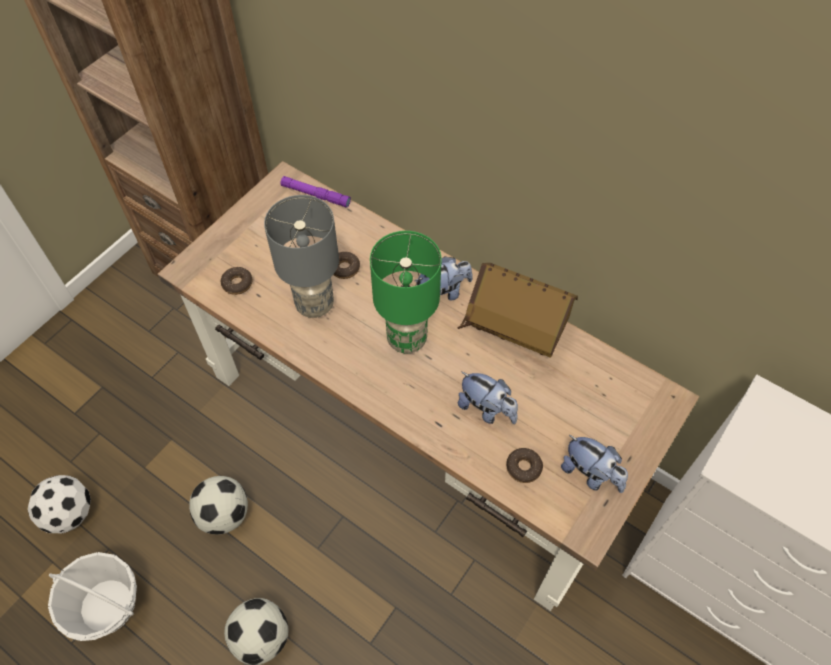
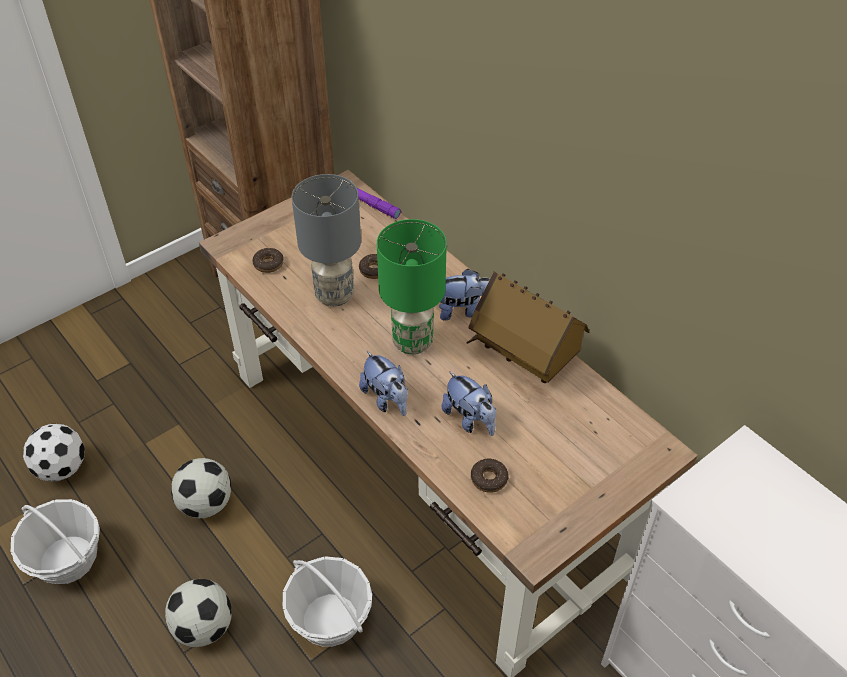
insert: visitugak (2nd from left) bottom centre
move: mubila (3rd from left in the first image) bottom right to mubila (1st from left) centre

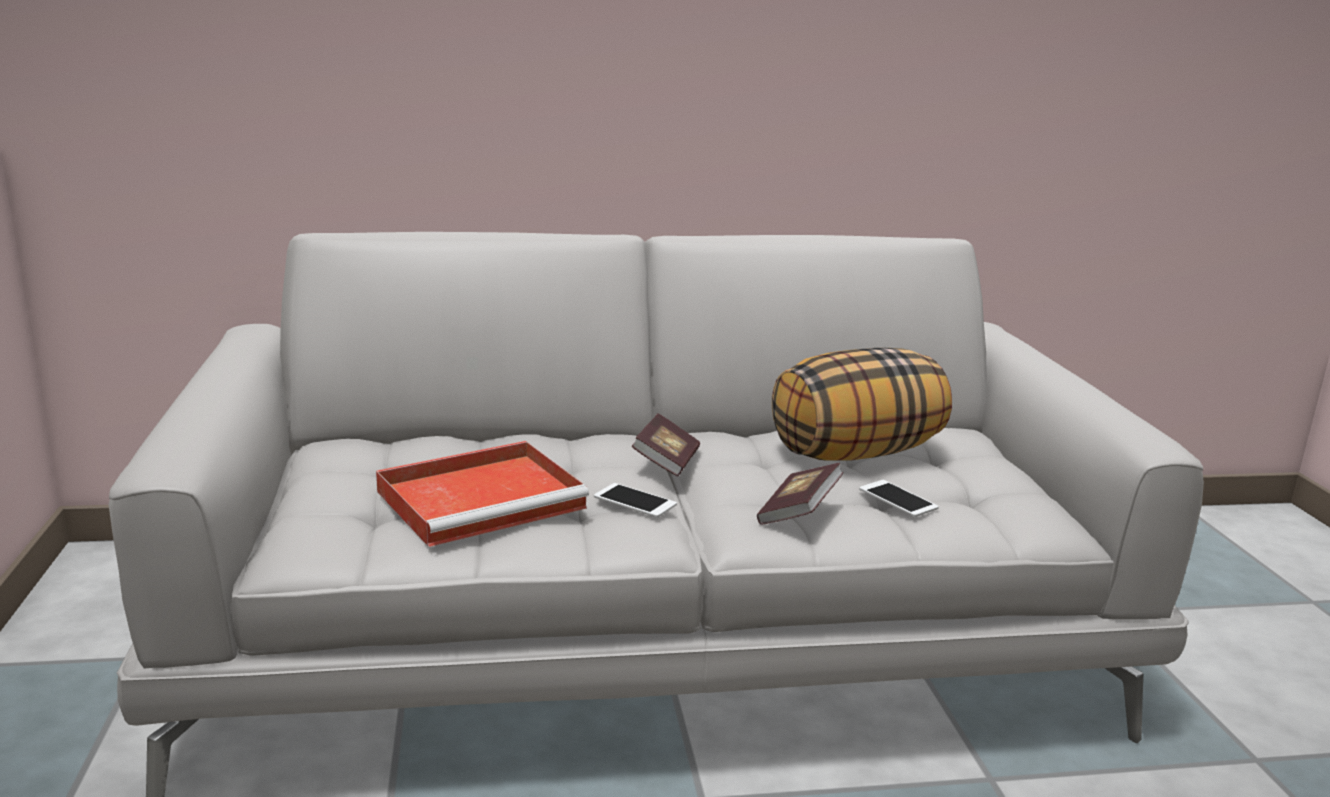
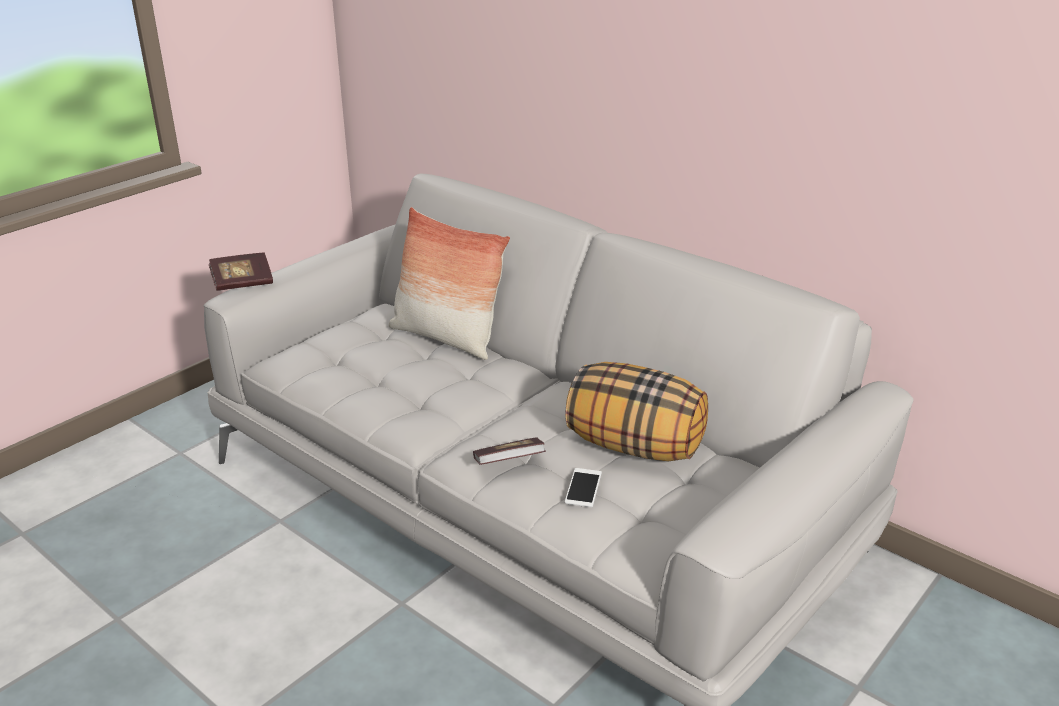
delete: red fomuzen centre; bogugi (1st from left) centre
insert: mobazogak (1st from left) centre
move: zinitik (1st from left) centre to middle left

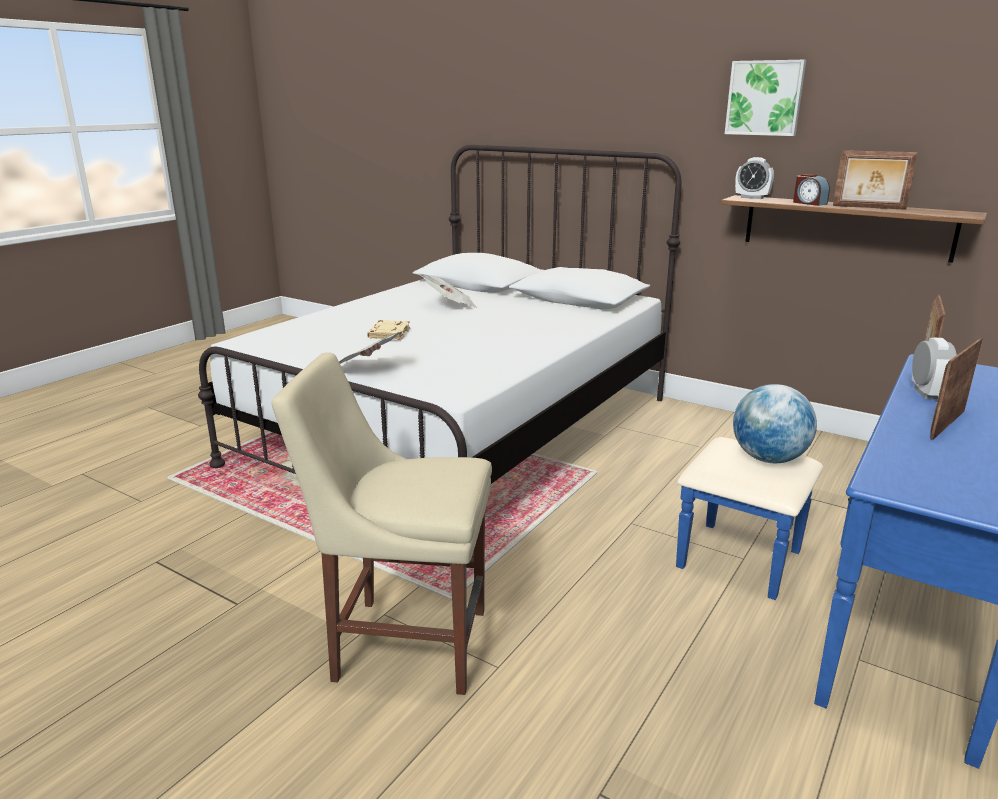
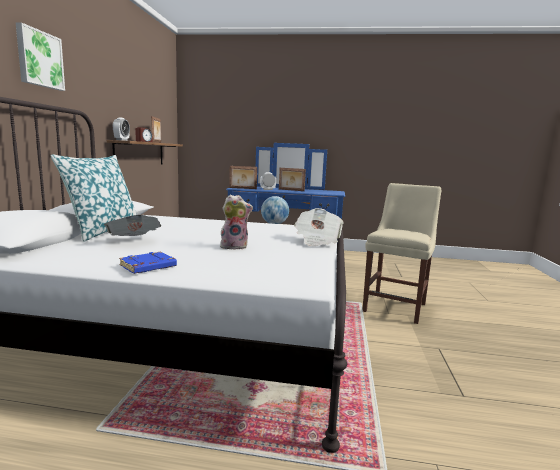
insert: mobazogak middle left; blue zinitik middle left
move: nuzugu top right to top left
replace: beige zinitik centre to mubila centre
rotate: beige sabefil centre = middle right 135 degrees counterclockwise

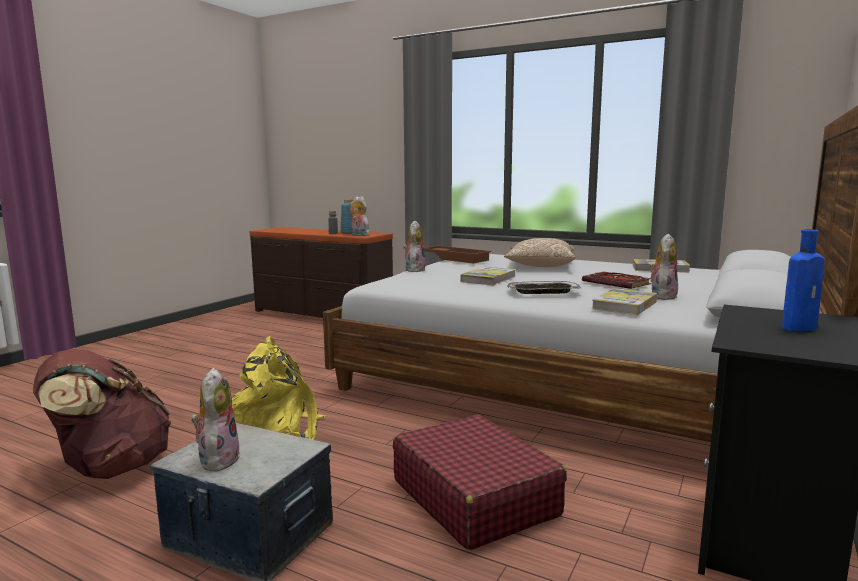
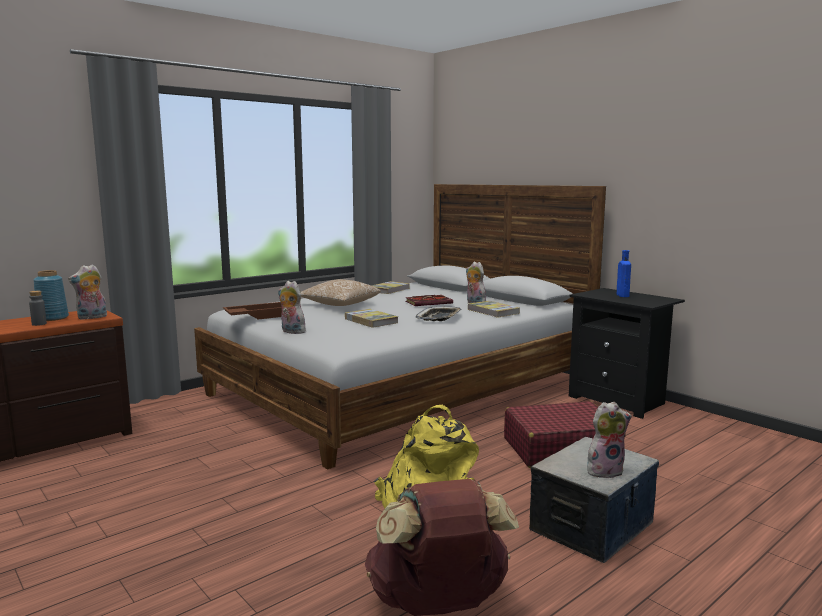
rotate: mubila (1st from left in the first image) bottom left = bottom right 150 degrees clockwise

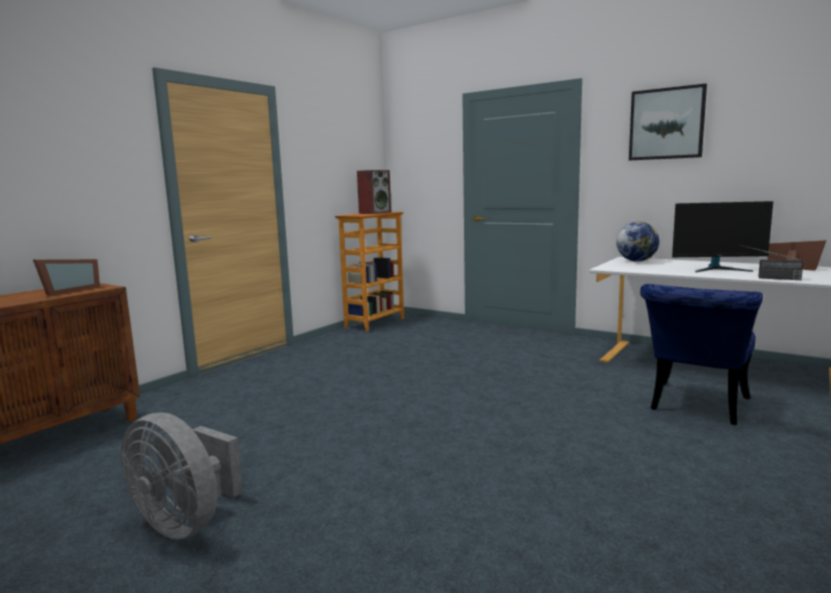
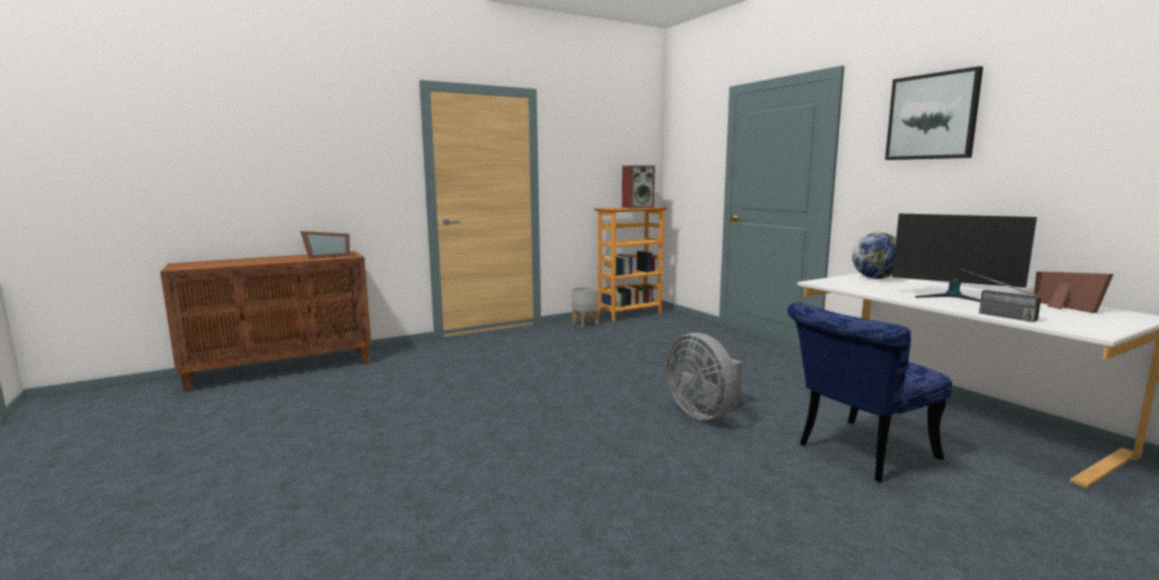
insert: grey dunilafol centre
move: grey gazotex bottom left to centre

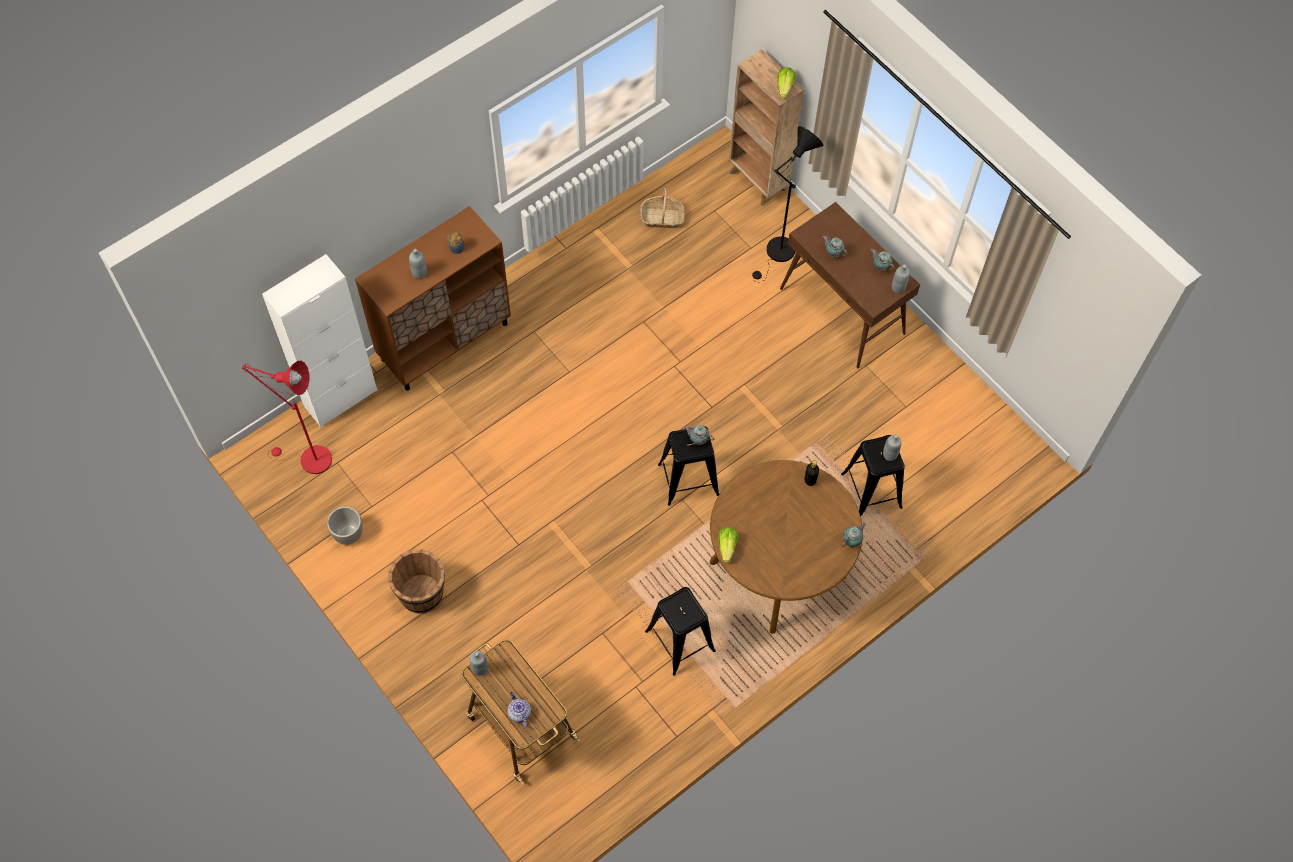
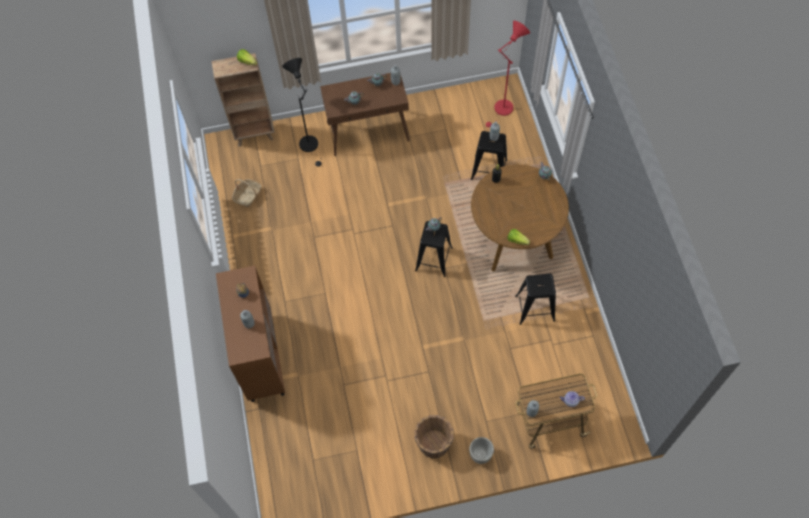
delete: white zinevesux middle left
move: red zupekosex middle left to top centre; grey dunilafol middle left to bottom centre

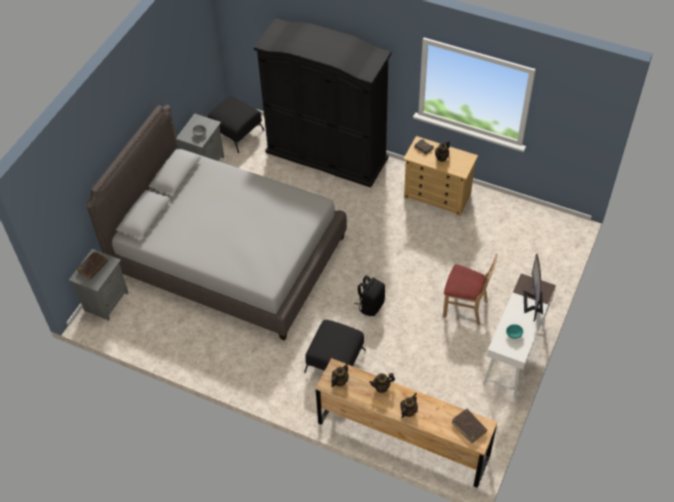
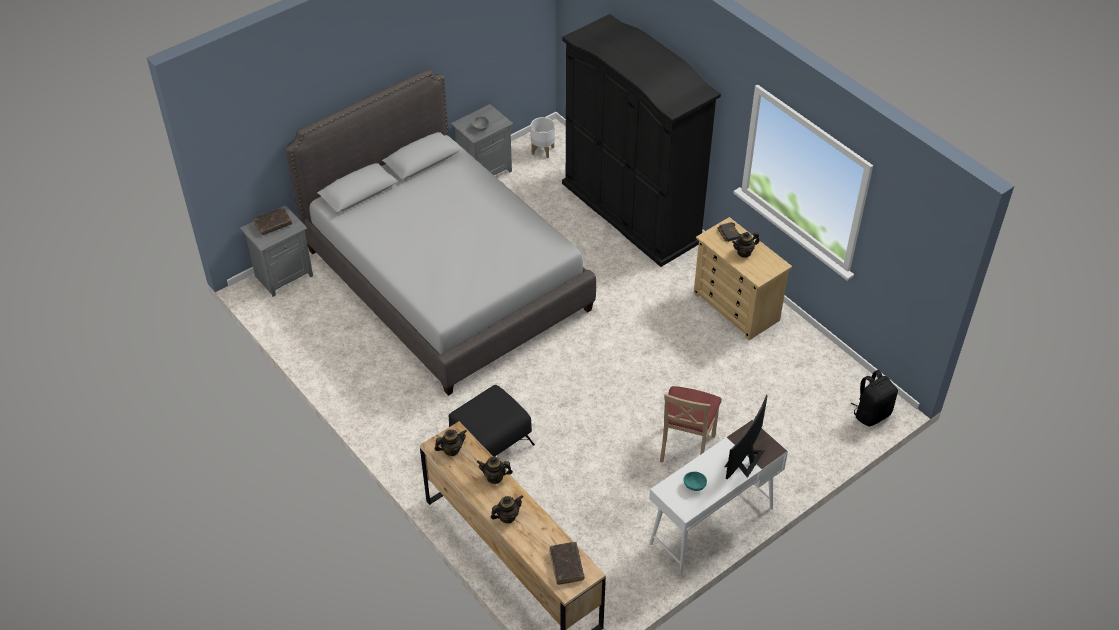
move: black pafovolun centre to middle right
replace: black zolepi (1st from left) top centre to white dunilafol top centre
rotate: beige sabefil middle right = bottom centre 60 degrees clockwise

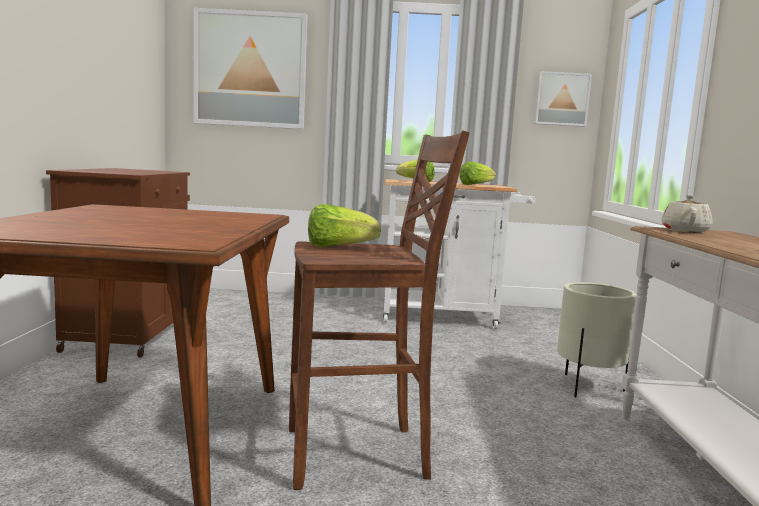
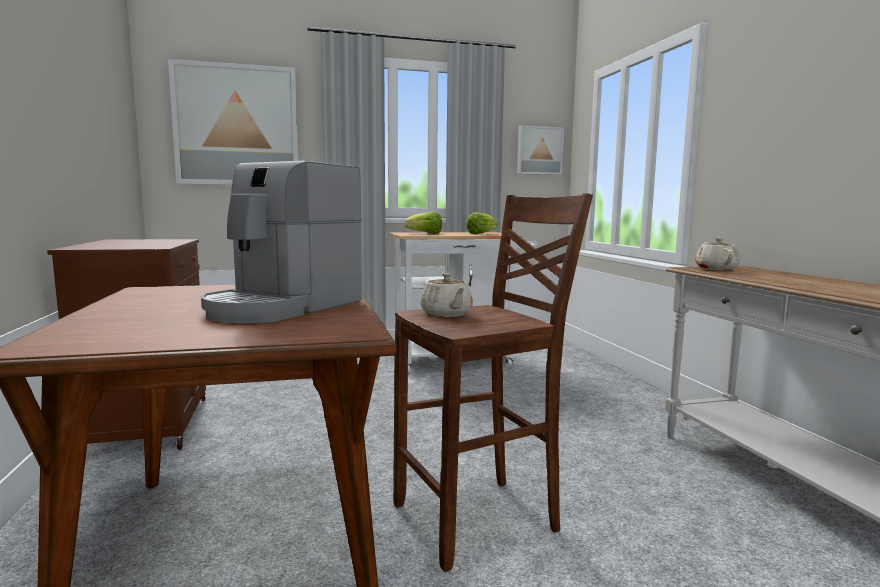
delete: beige dunilafol bottom right
insert: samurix middle left
replace: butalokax (1st from left) centre to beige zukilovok (1st from left) centre

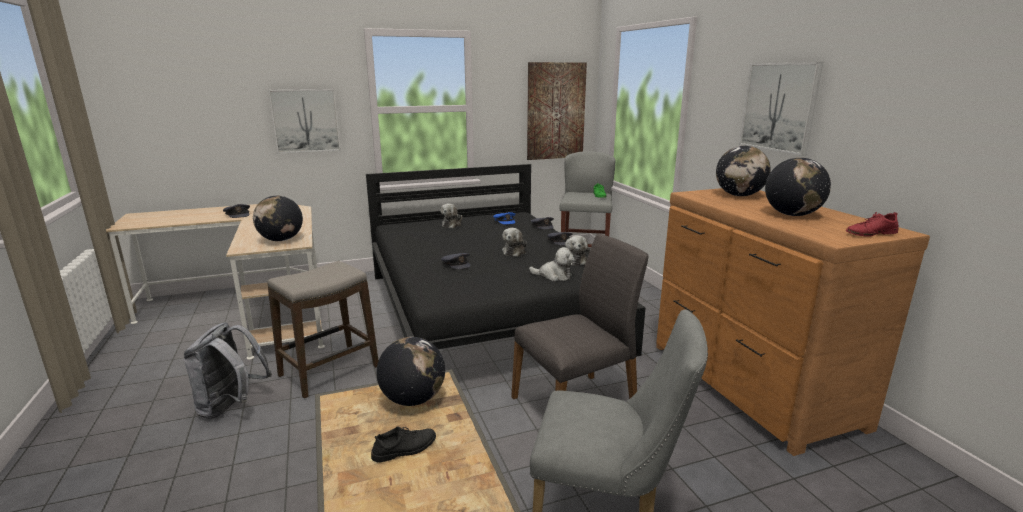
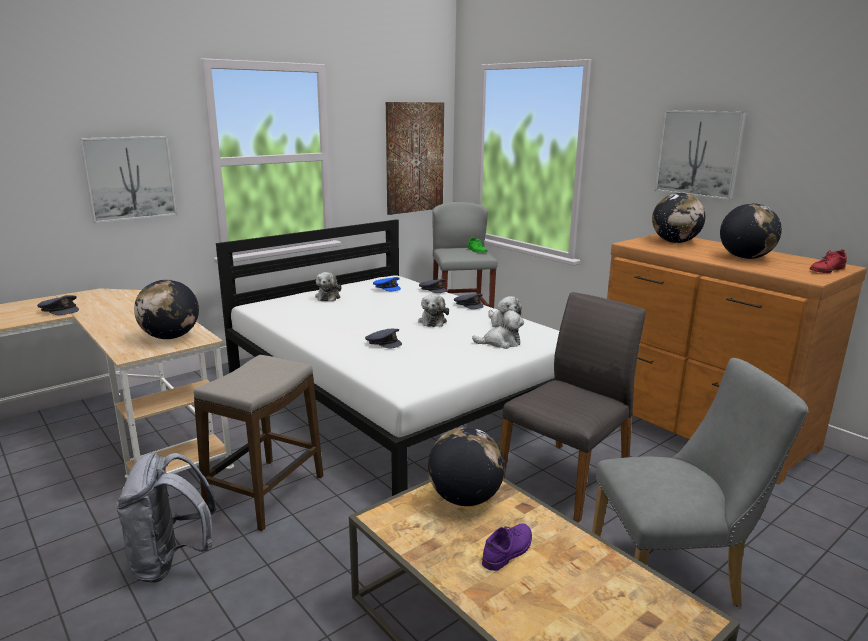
recolor: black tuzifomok centre to white tuzifomok centre; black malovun bottom centre to purple malovun bottom centre

